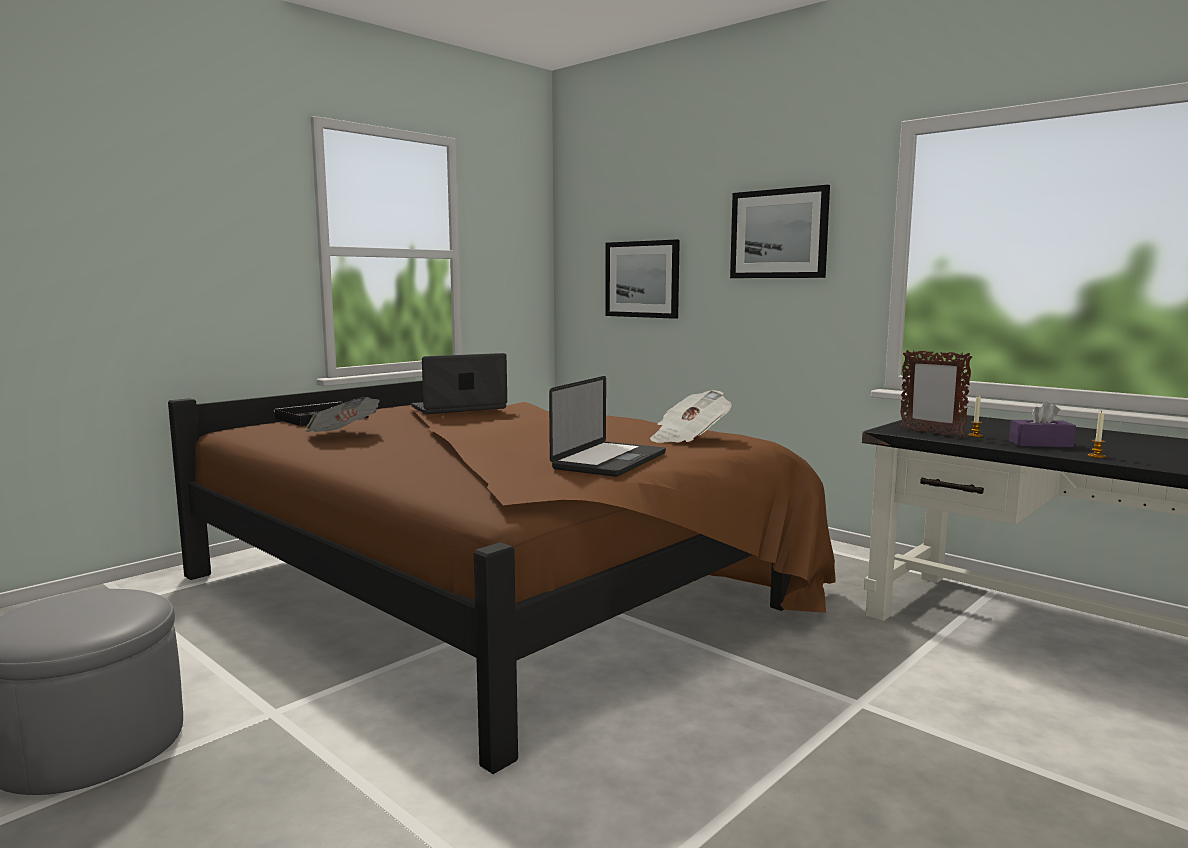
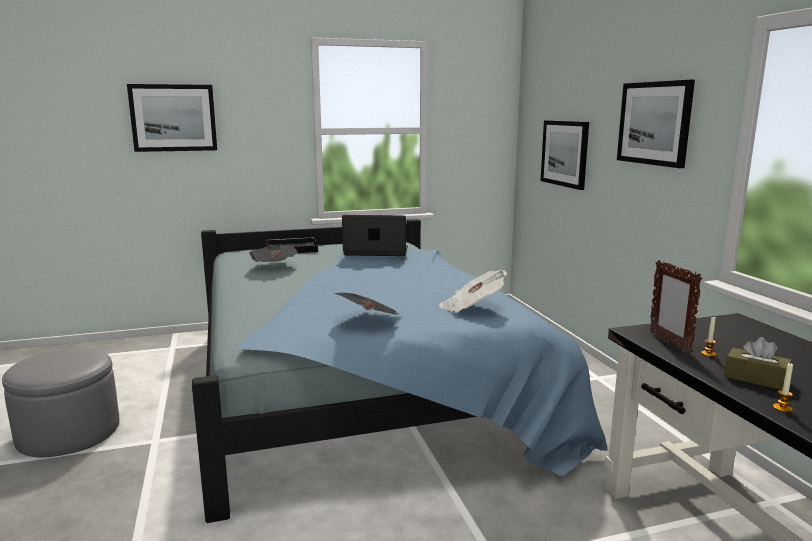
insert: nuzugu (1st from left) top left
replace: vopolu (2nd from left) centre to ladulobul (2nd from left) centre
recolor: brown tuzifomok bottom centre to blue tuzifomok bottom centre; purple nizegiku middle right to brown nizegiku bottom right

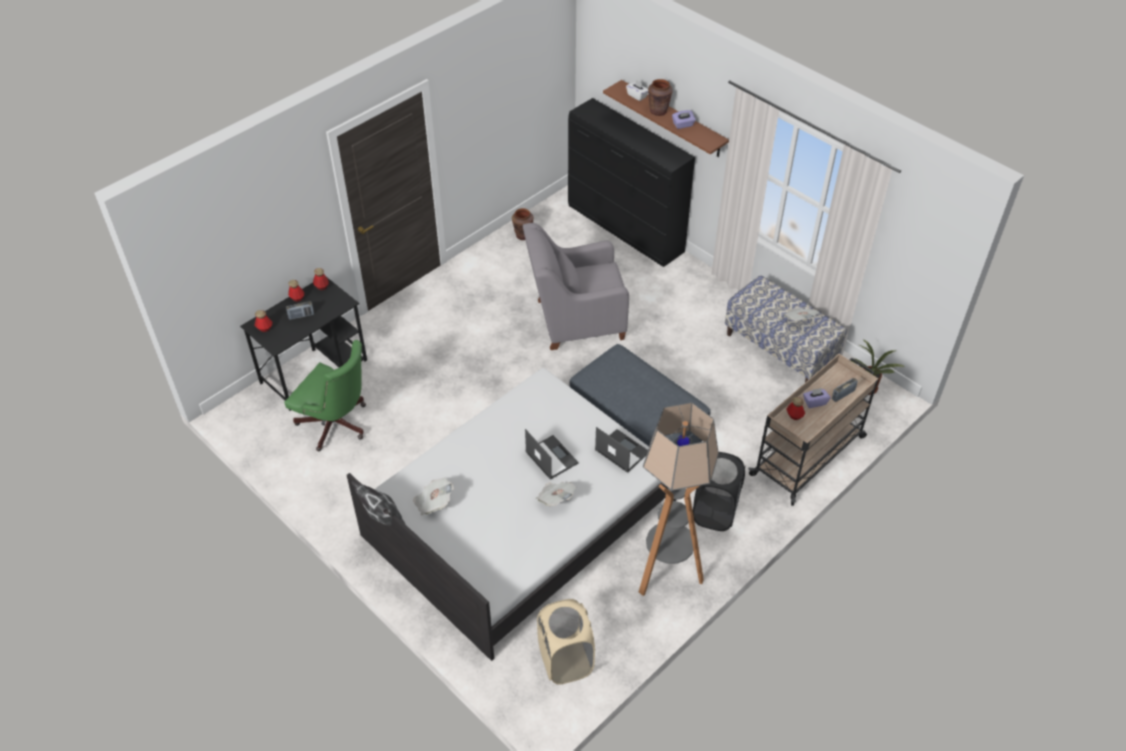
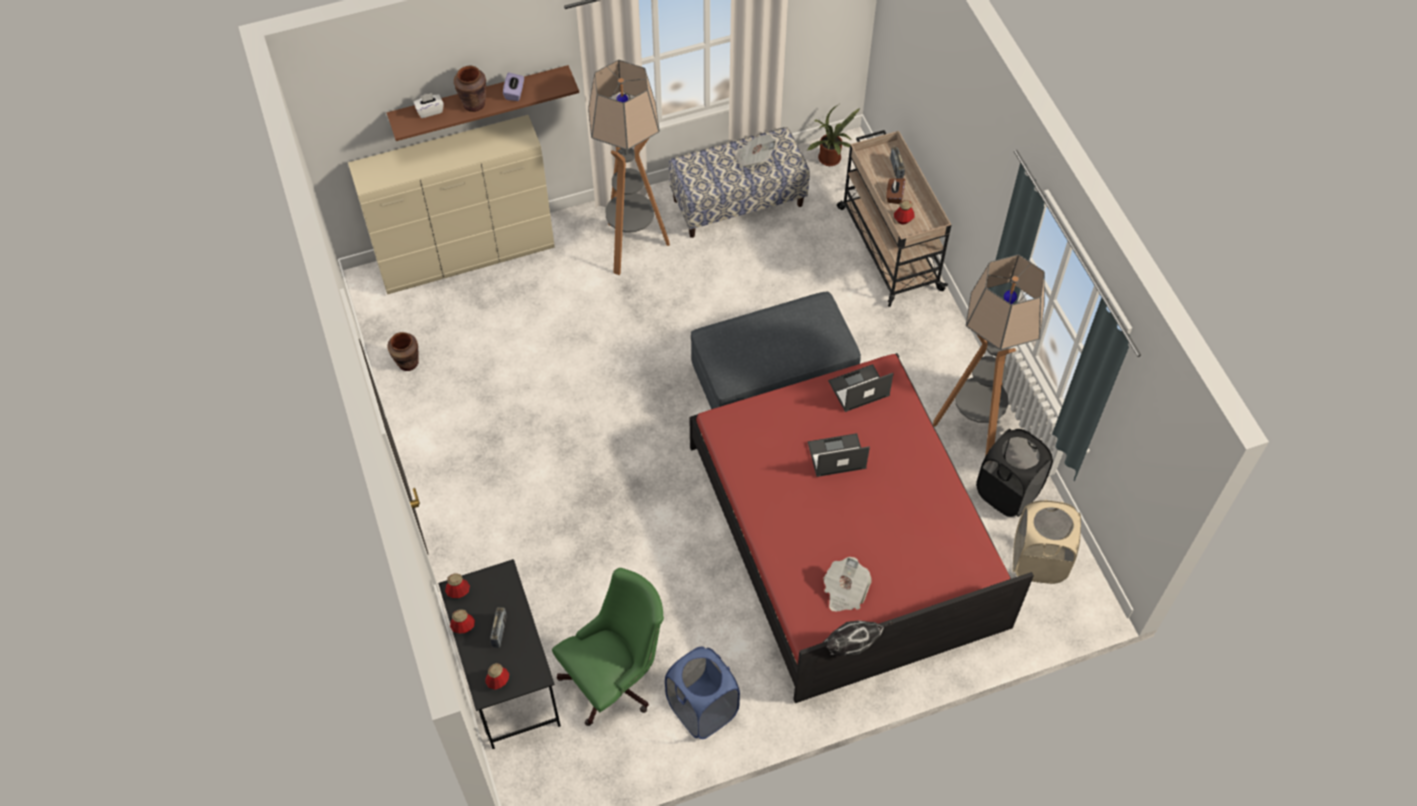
delete: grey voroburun centre; ladulobul (2nd from left) centre
insert: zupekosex (1st from left) top centre; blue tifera bottom centre
move: black tifera centre to middle right
recolor: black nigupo top centre to beige nigupo top left; white tuzifomok bottom centre to red tuzifomok centre; purple nizegiku (2nd from left) middle right to brown nizegiku top centre

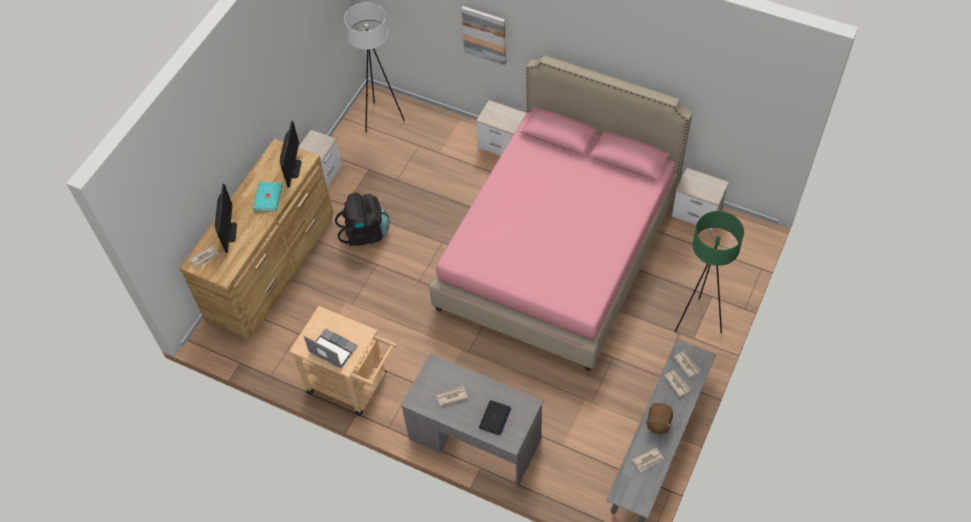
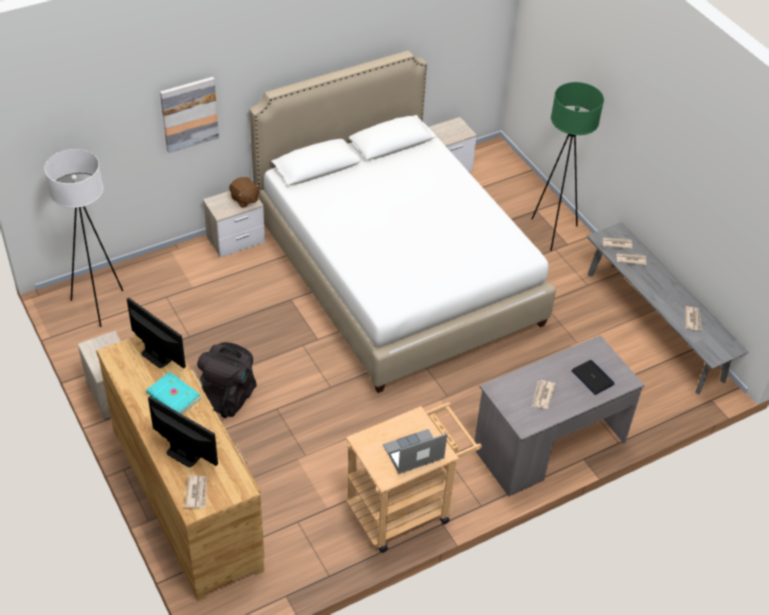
move: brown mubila bottom right to top left
recolor: pink tuzifomok centre to white tuzifomok centre

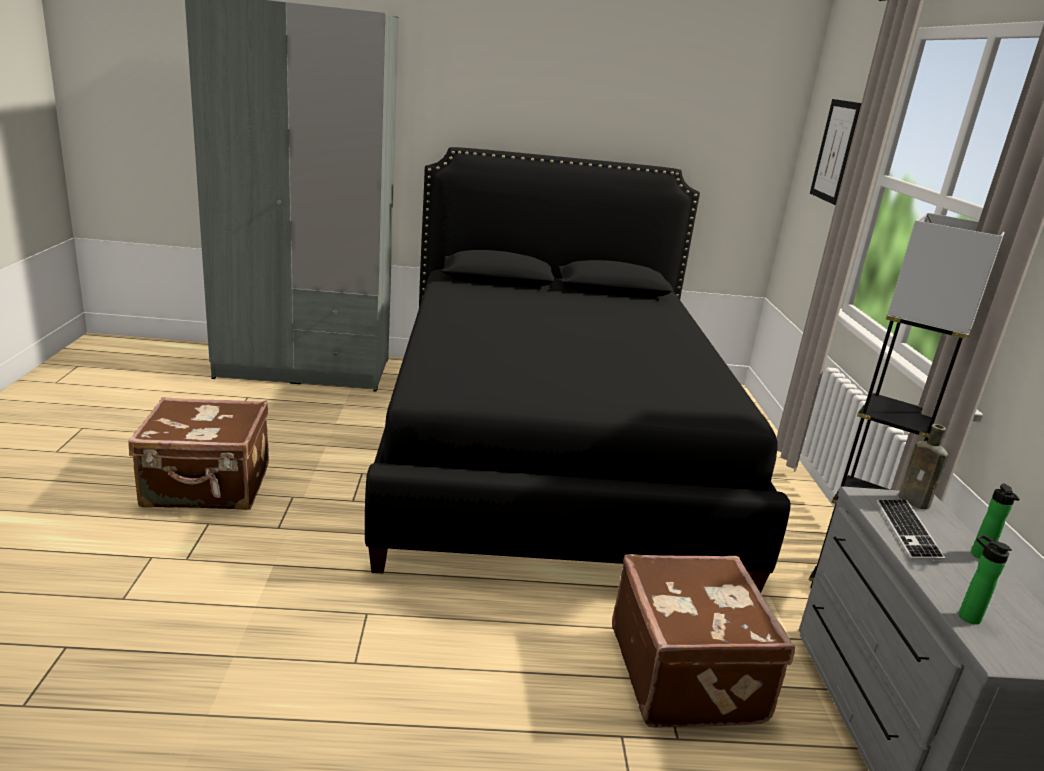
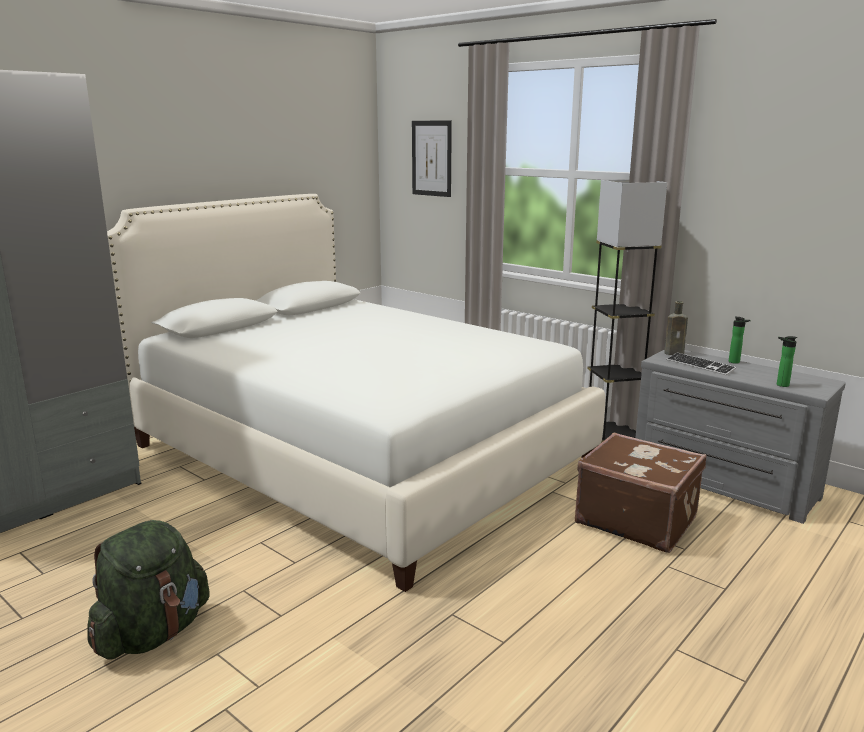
replace: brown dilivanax (1st from left) middle left to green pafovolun bottom left
recolor: black tuzifomok centre to white tuzifomok centre

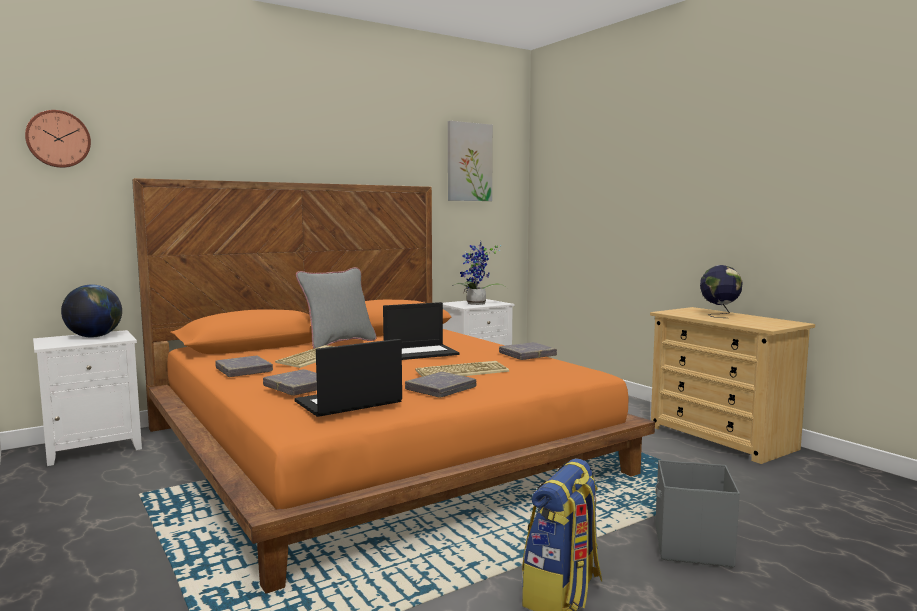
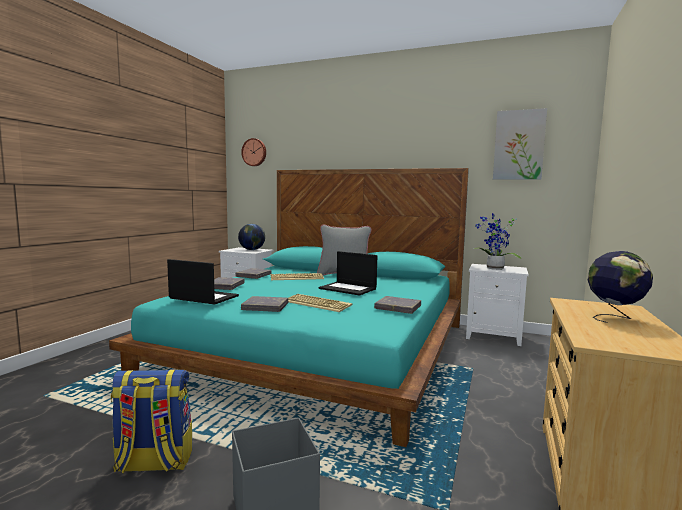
recolor: orange tuzifomok centre to turquoise tuzifomok centre

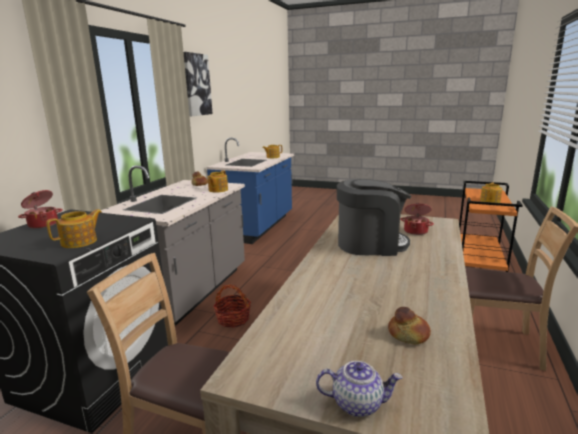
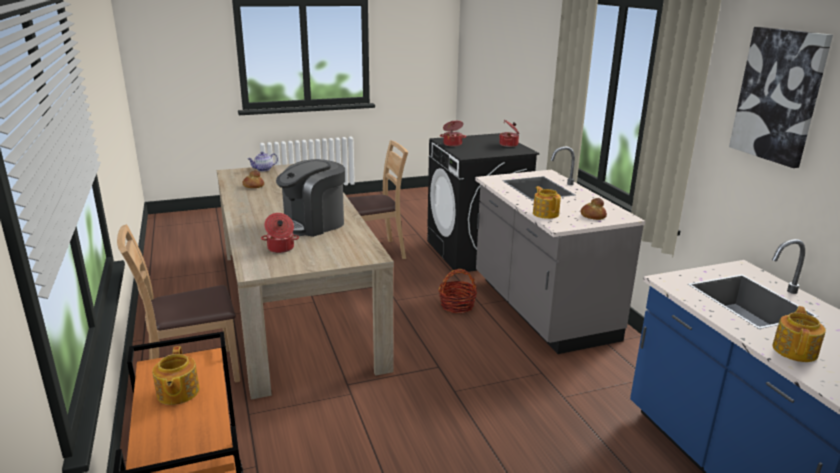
replace: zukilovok (1st from left) middle left to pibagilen (2nd from left) top centre

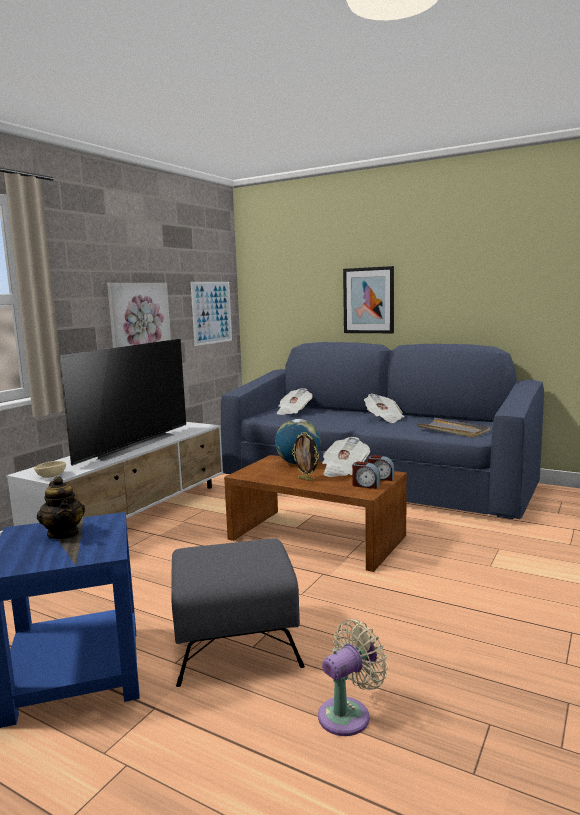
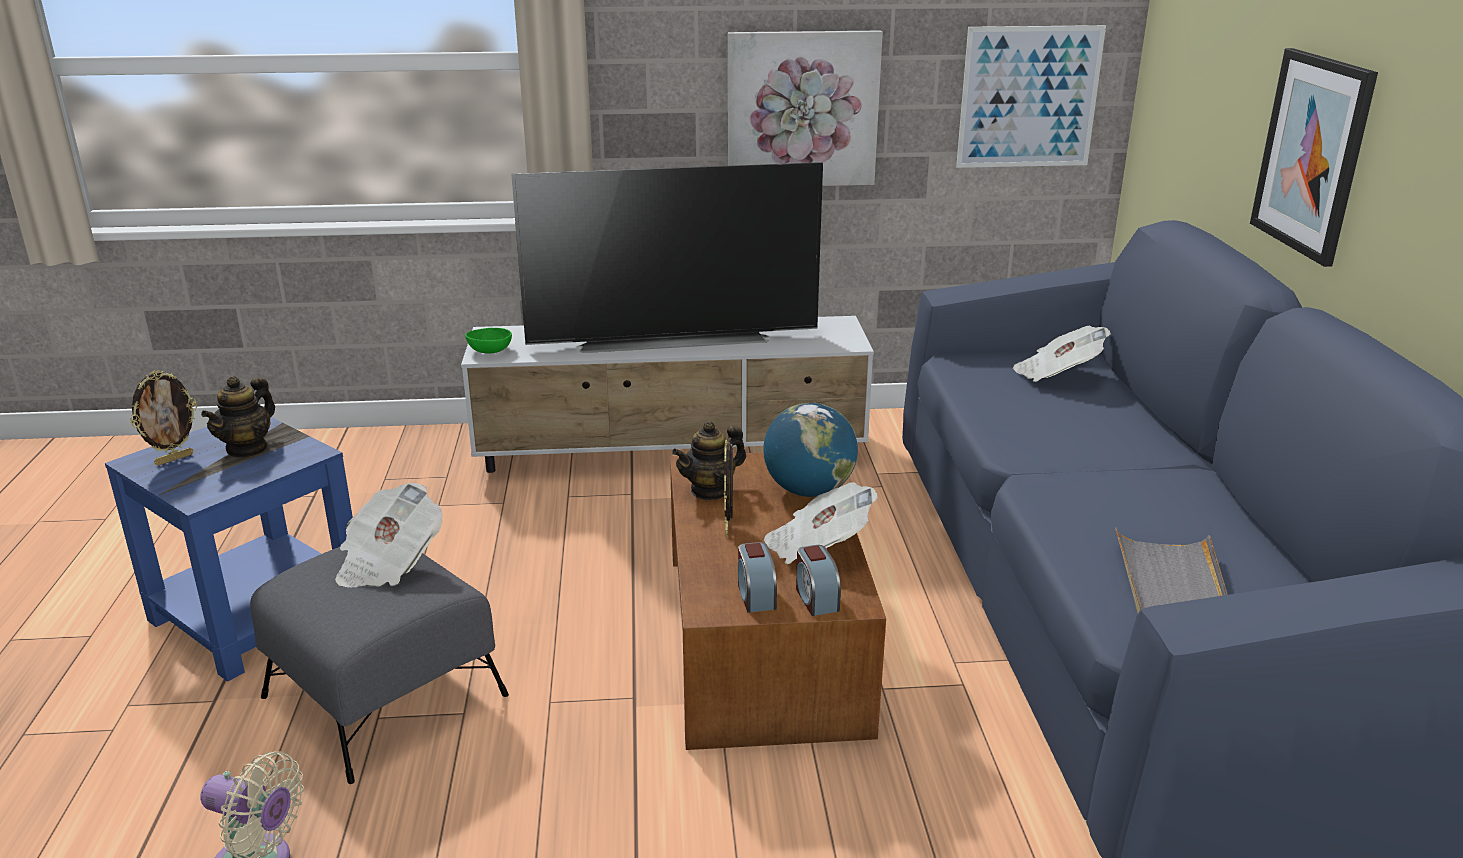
insert: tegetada (1st from left) middle left; zukilovok (2nd from left) centre
move: ladulobul (3rd from left in the first image) centre to ladulobul (1st from left) middle left
recolor: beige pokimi middle left to green pokimi centre

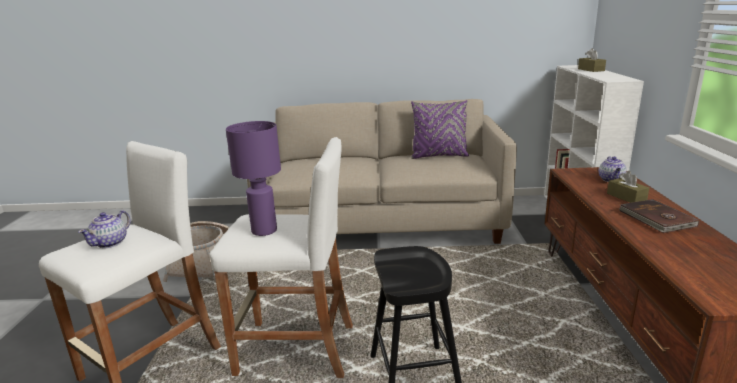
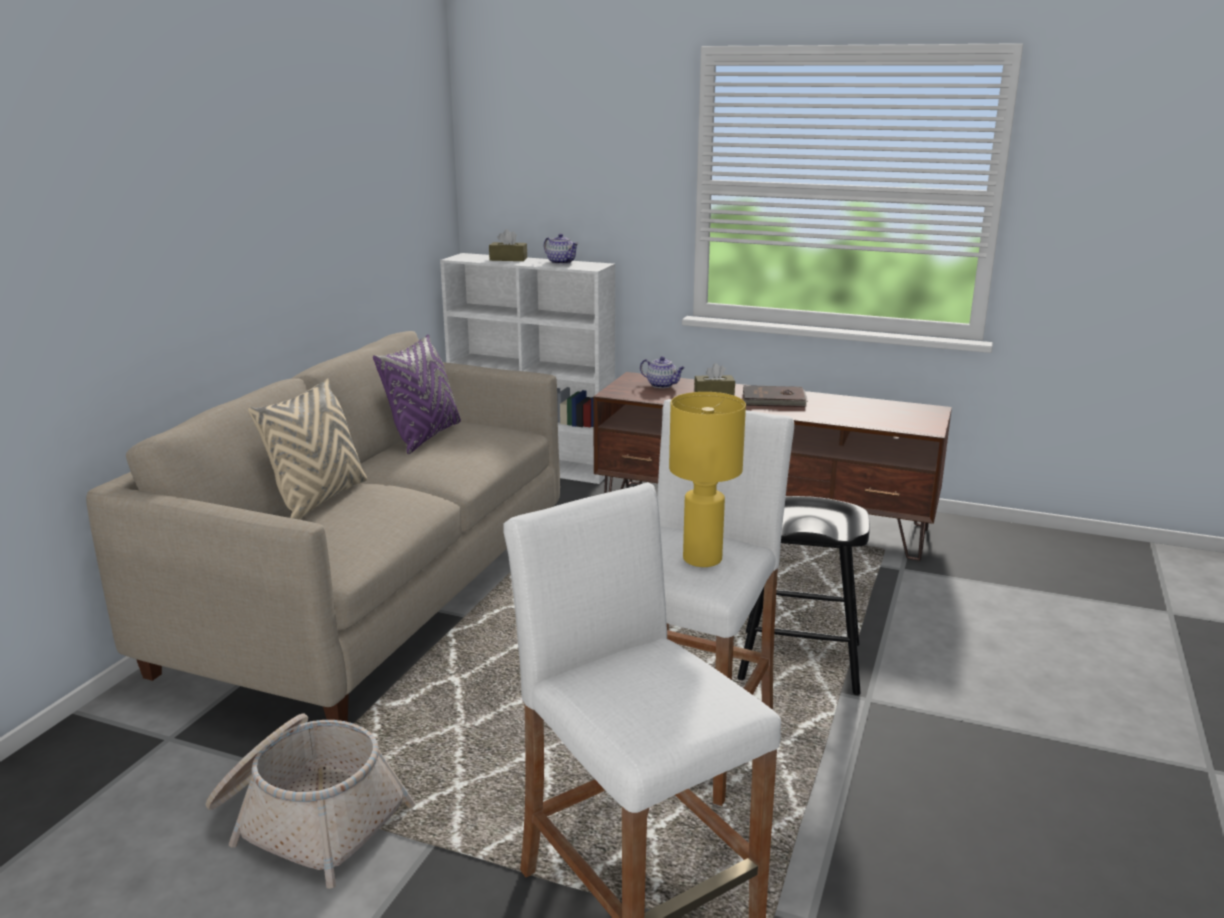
insert: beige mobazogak middle left
move: zukilovok (1st from left) middle left to top centre
recolor: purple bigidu centre to yellow bigidu centre

